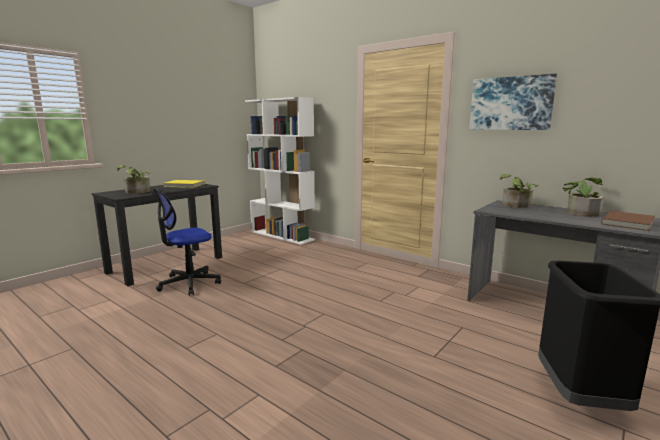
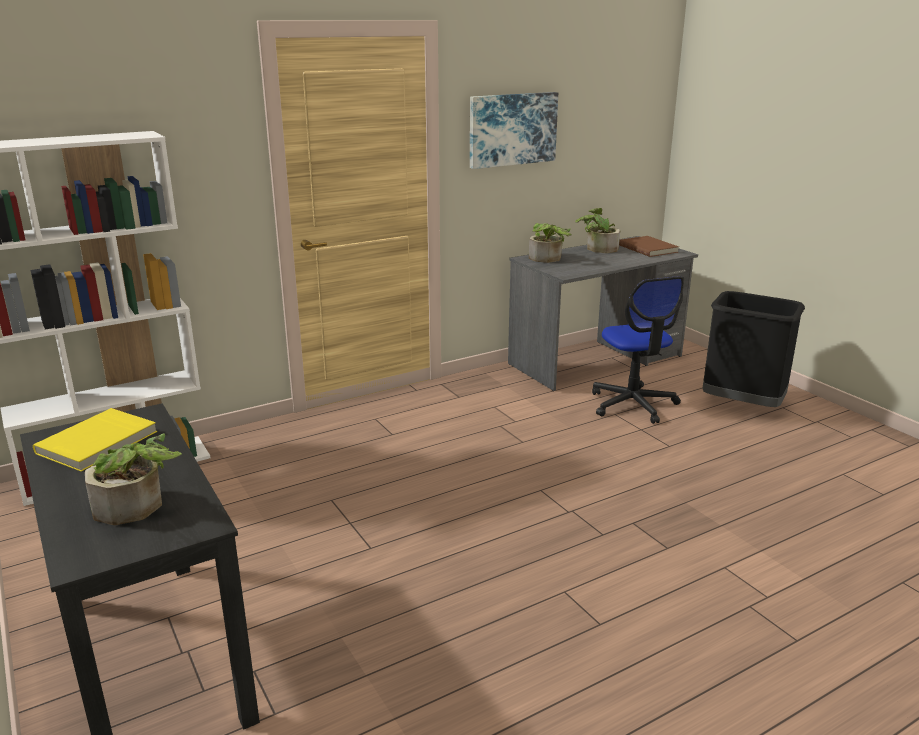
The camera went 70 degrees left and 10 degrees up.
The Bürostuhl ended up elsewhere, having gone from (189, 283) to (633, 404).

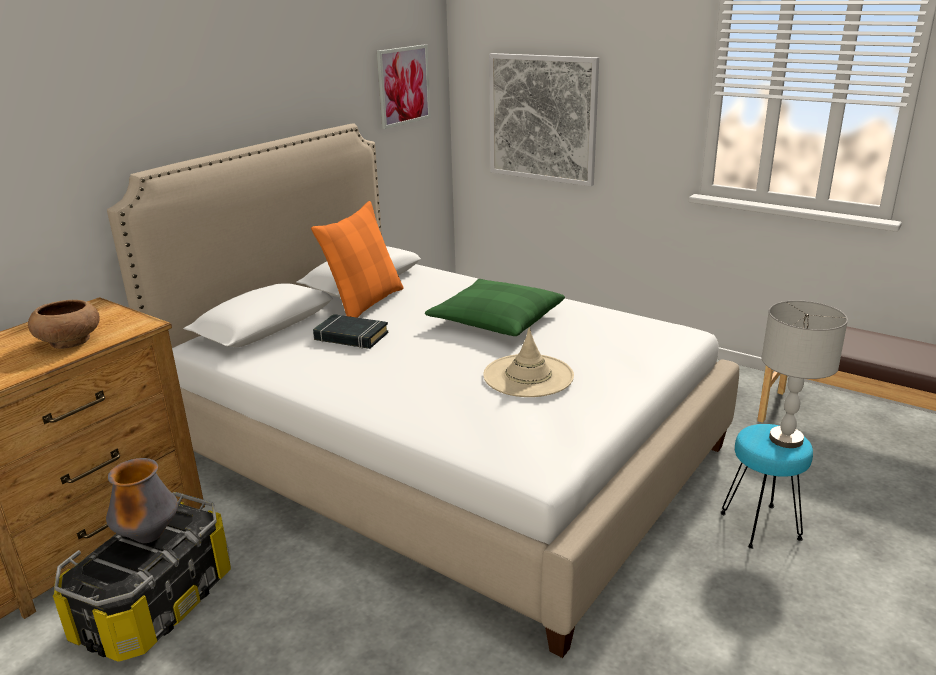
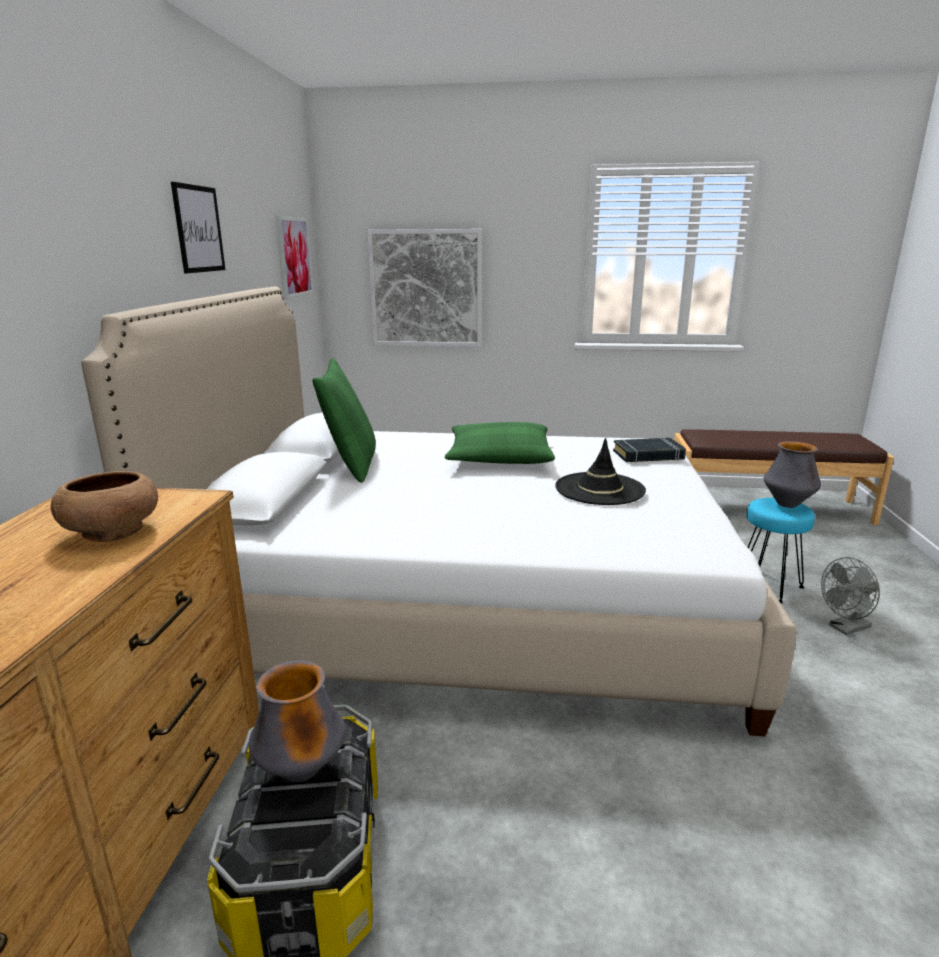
The camera went 30 degrees left and 5 degrees down.
What was the Kissen (orange) at (365, 303) turned into the Kissen (grün) at (352, 465).
Where the Tischlampe (grau) stood at (785, 439), the Vase came to stand at (787, 504).
The Buch (schwarz) ended up elsewhere, having gone from (351, 337) to (648, 455).
What was the Hut (beige) at (528, 376) turned into the Hut (schwarz) at (599, 489).
The second view gained the Bild at (198, 229).
The second view gained the Ventilator (grau) at (845, 628).

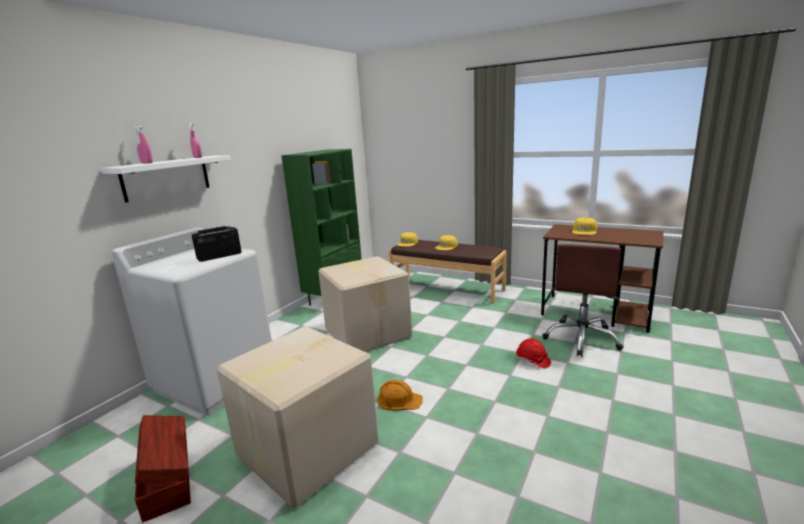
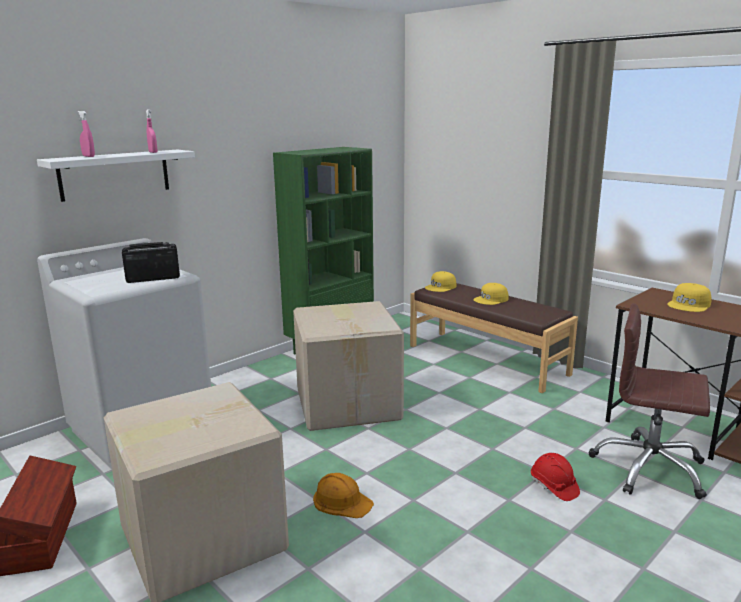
The camera went 15 degrees right and 0 degrees up.
The Bürostuhl (braun) at (582, 338) ended up facing another way, 75 degrees clockwise from before.

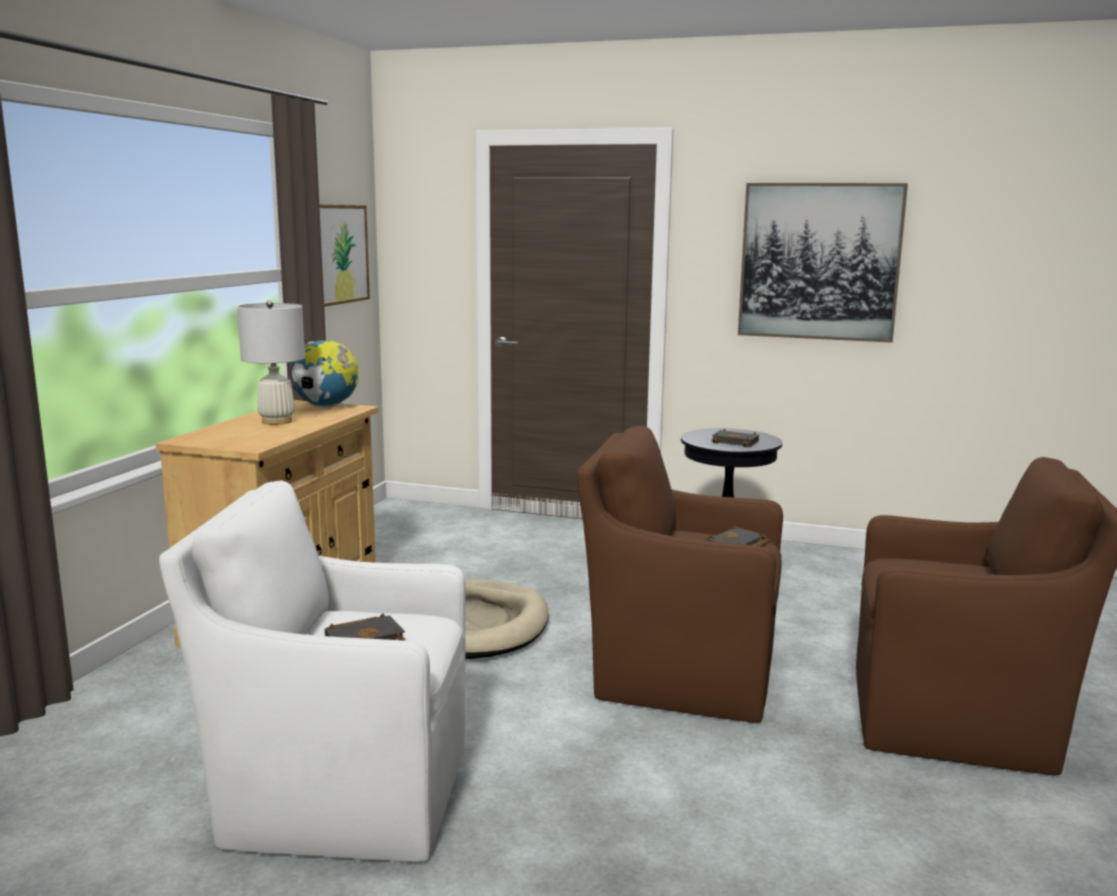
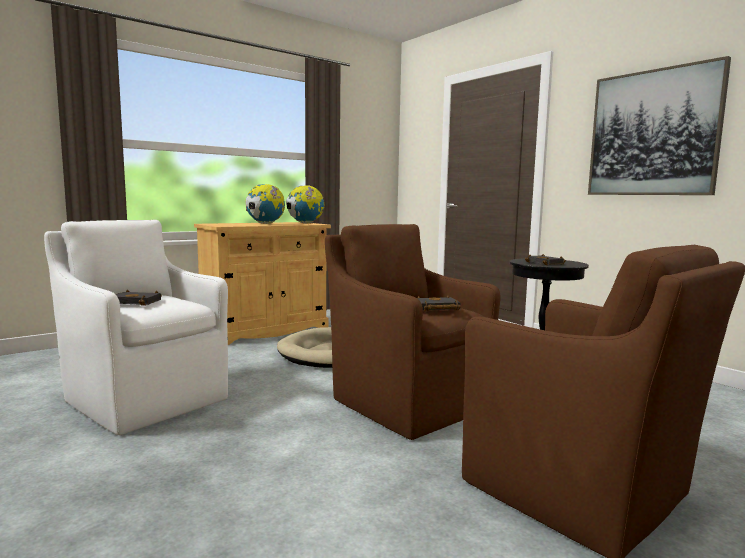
The camera went 35 degrees right and 5 degrees down.
The second view lost the Bild at (339, 254).
Where the Tischlampe (weiß) stood at (276, 421), the Globus came to stand at (265, 223).

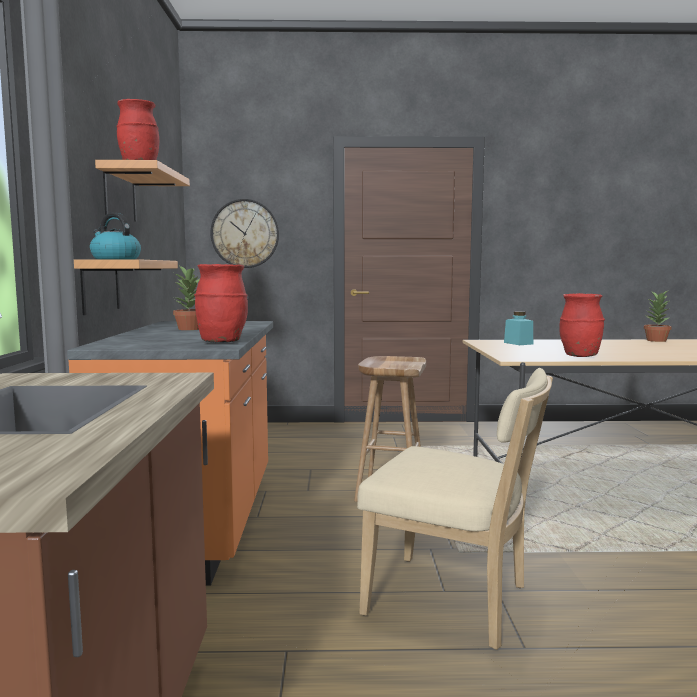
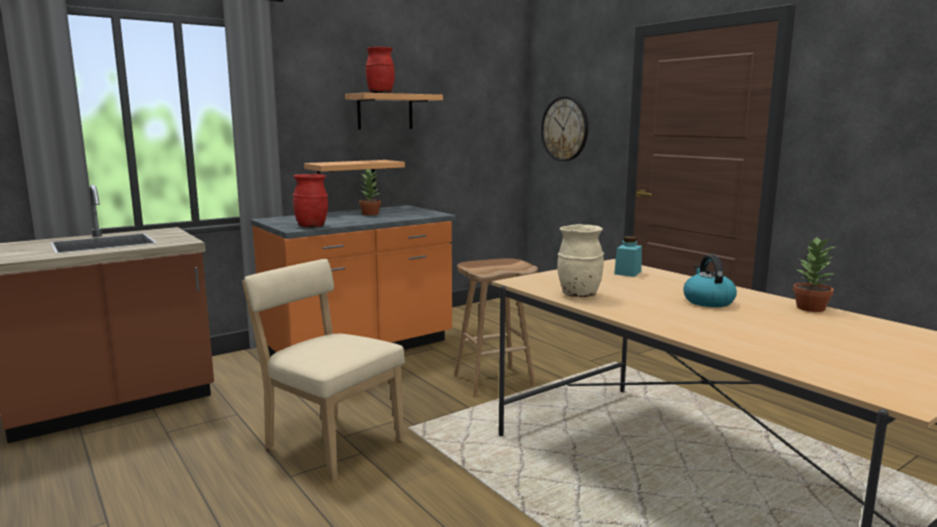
The camera went 55 degrees right and 5 degrees up.
The Wasserkessel ended up elsewhere, having gone from (115, 259) to (707, 301).
What was the Vase (rot) at (580, 356) turned into the Vase (beige) at (578, 295).
The Stuhl (beige) at (454, 602) ended up facing another way, 135 degrees clockwise from before.

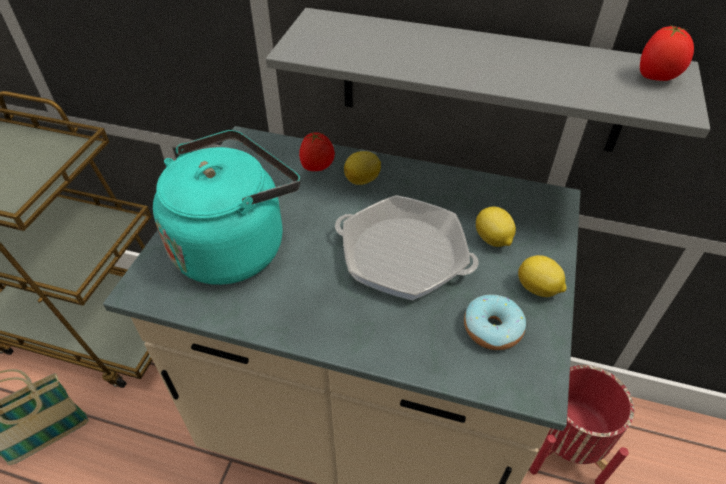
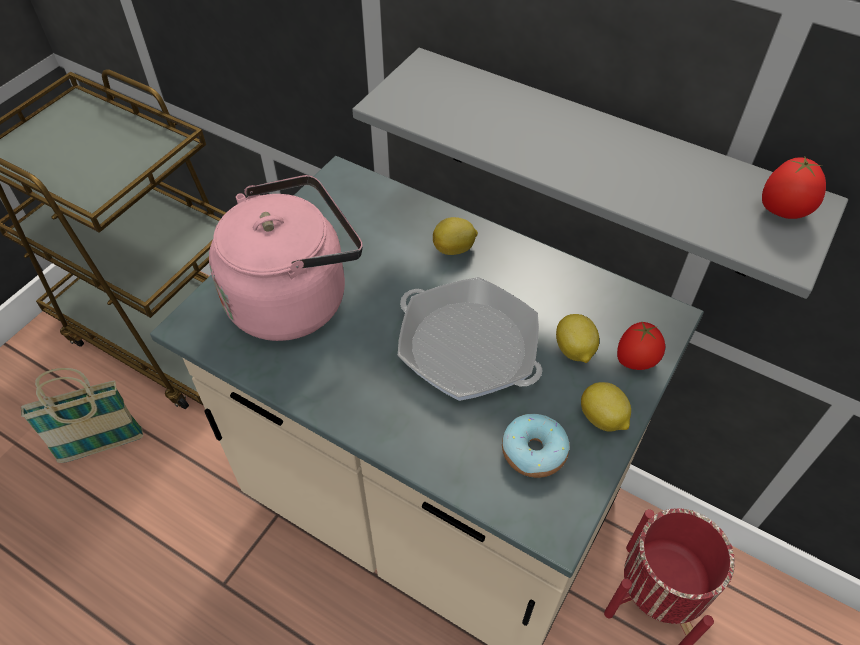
The camera went 15 degrees right and 5 degrees up.
What was the Wasserkessel (türkis) at (234, 244) turned into the Wasserkessel (rosa) at (294, 297).
The Tomate ended up elsewhere, having gone from (317, 168) to (635, 362).

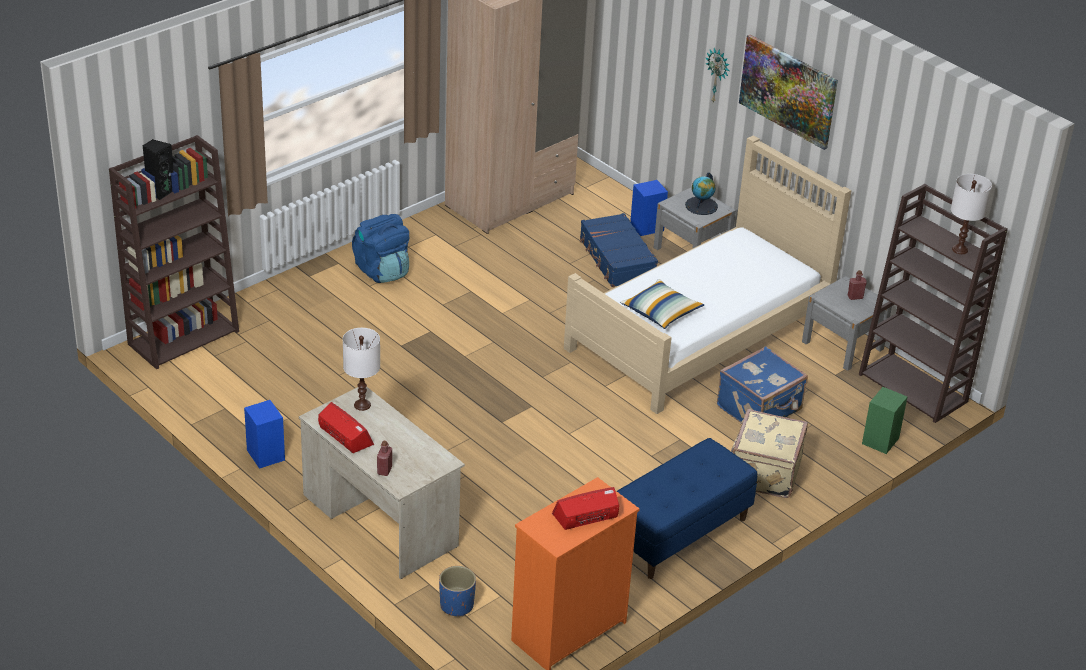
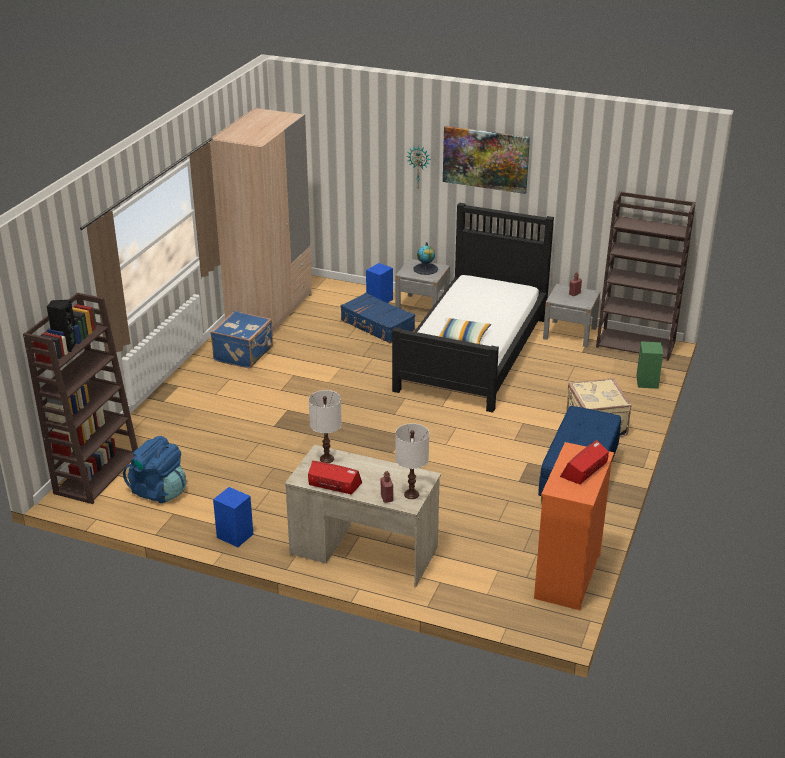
The camera went 25 degrees left and 5 degrees down.
What was the Bett (beige) at (700, 332) turned into the Bett (schwarz) at (473, 353).
The Tischlampe (weiß) ended up elsewhere, having gone from (959, 249) to (411, 494).
The Rucksack (blau) ended up elsewhere, having gone from (382, 271) to (159, 491).
The Koffer (blau) ended up elsewhere, having gone from (760, 409) to (244, 354).
The second view lost the Pflanzkübel (blau) at (457, 605).

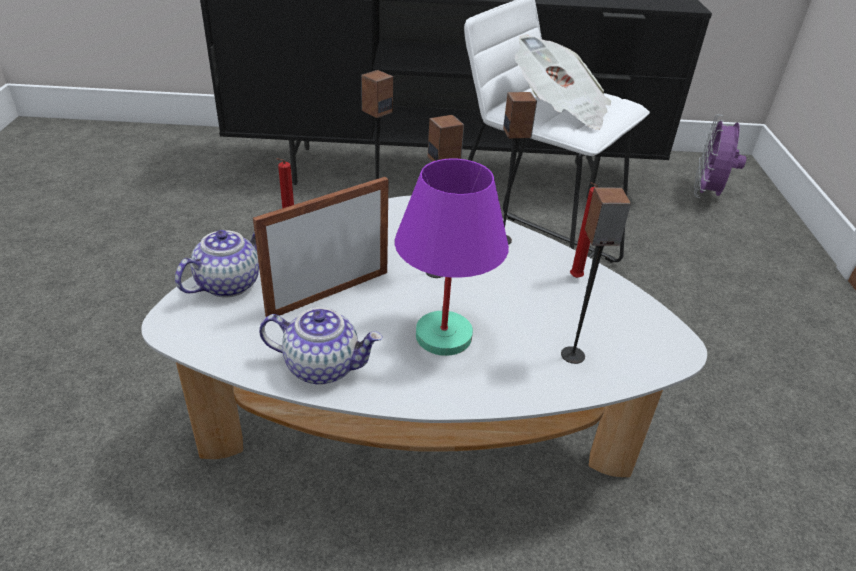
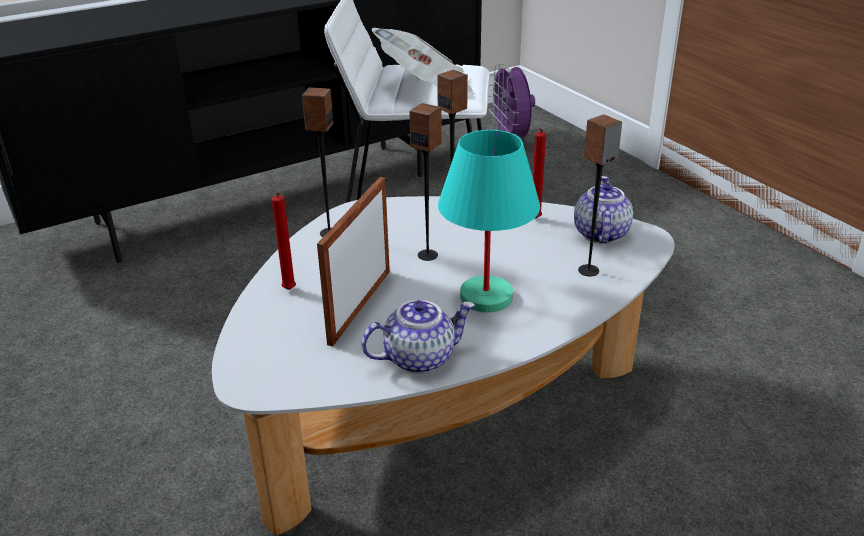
The camera went 30 degrees left and 5 degrees down.
What was the Tischlampe (lila) at (445, 336) turned into the Tischlampe (türkis) at (487, 297).
The Teekanne ended up elsewhere, having gone from (228, 283) to (600, 233).

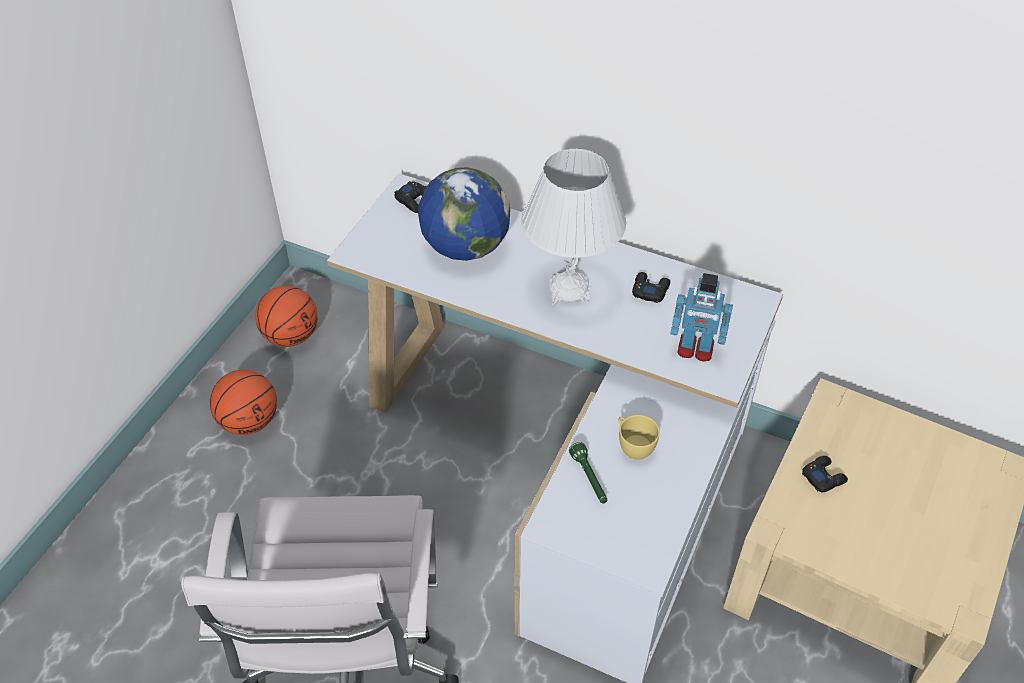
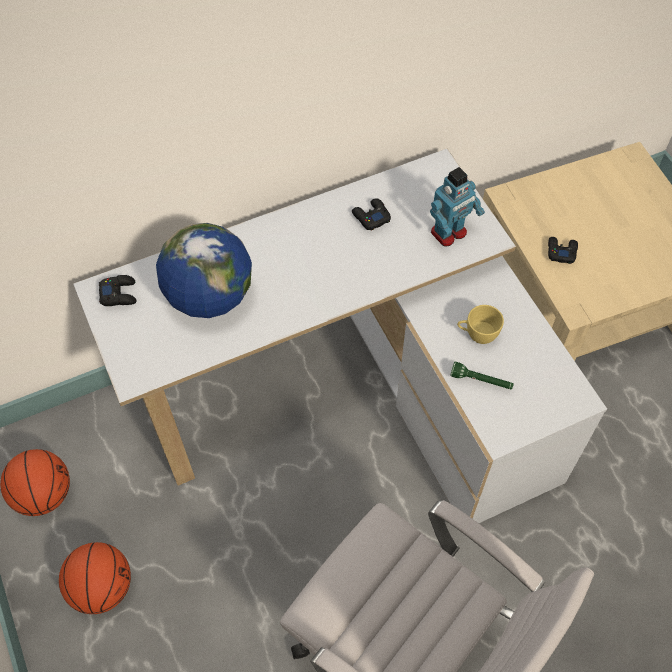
The camera went 50 degrees left and 10 degrees up.
The second view lost the Tischlampe (weiß) at (569, 290).

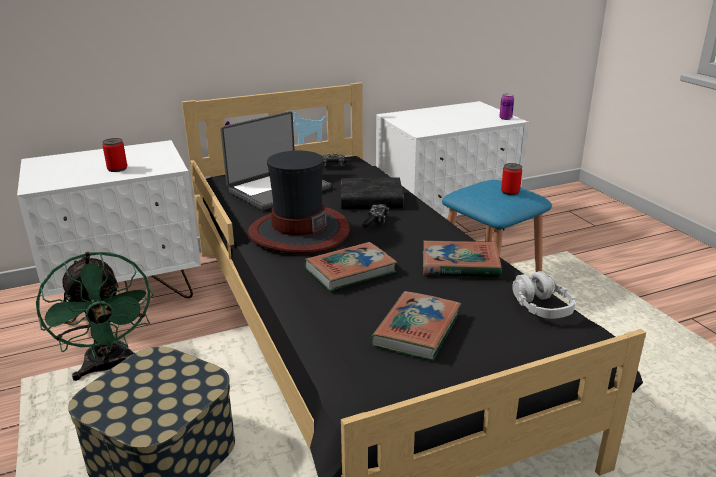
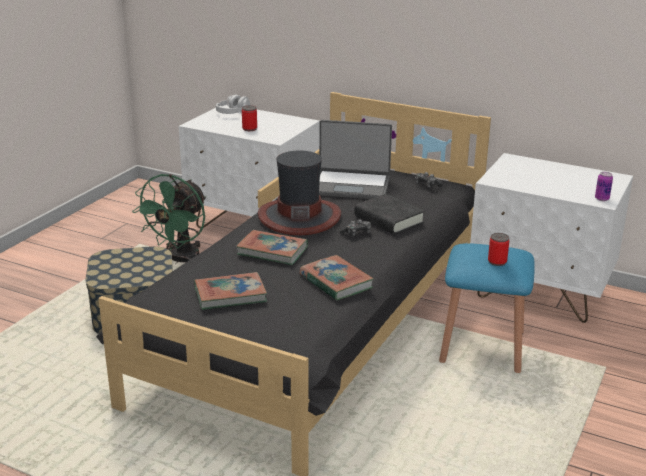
The camera went 50 degrees right and 0 degrees up.
The Kopfhörer (grau) ended up elsewhere, having gone from (541, 307) to (233, 112).

